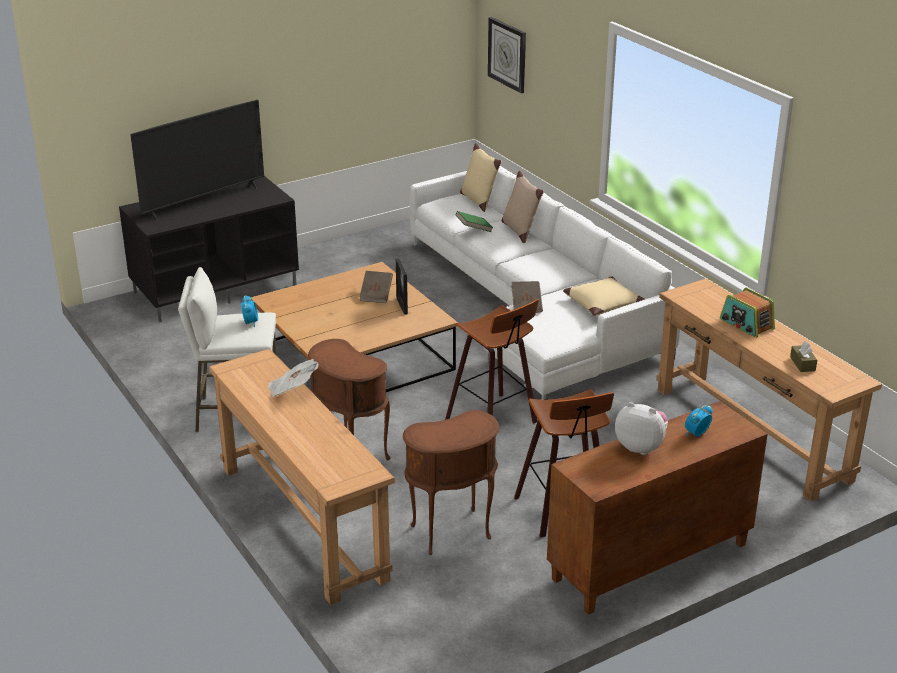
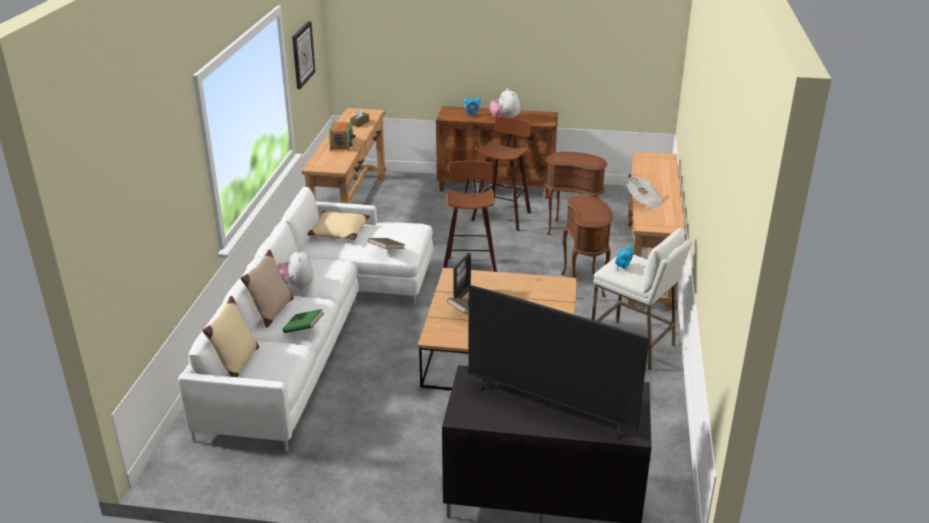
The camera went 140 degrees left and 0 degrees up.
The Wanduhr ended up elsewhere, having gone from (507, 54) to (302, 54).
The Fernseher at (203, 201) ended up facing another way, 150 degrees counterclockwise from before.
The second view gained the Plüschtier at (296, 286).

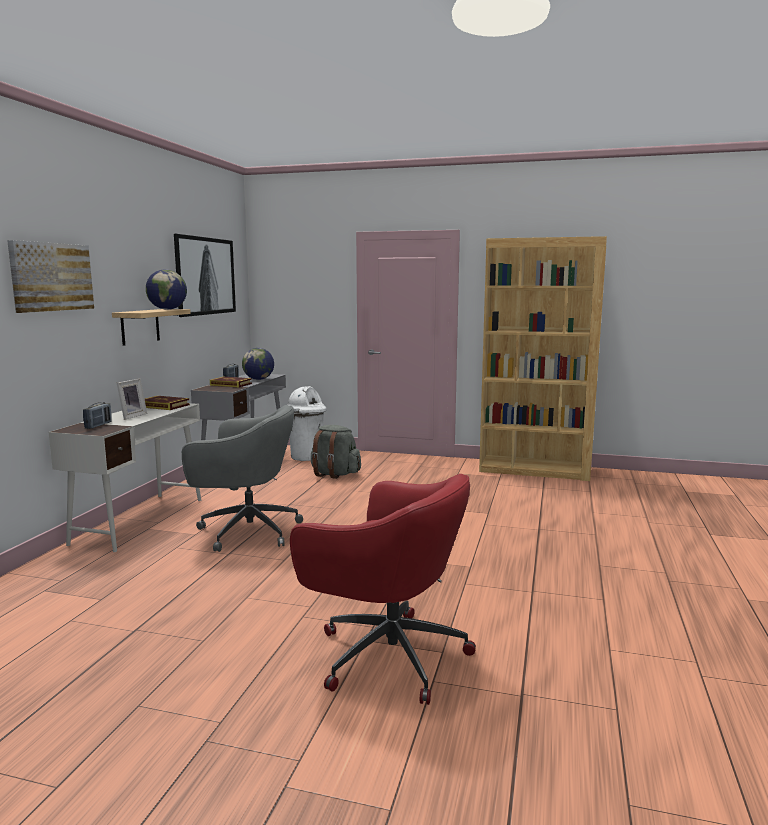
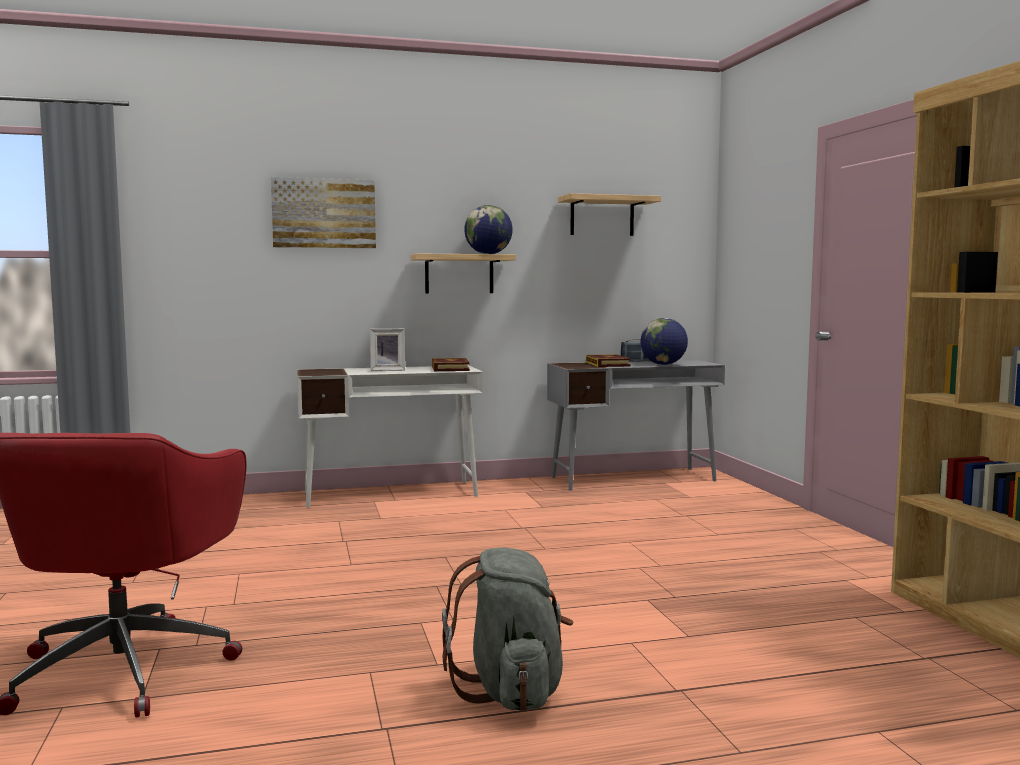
The camera went 60 degrees right and 5 degrees down.
Where the Bild hung at (205, 276), the Wandregal came to hang at (602, 216).
The second view lost the Mülleimer (weiß) at (307, 457).
The second view lost the Radio at (98, 425).
The second view lost the Bürostuhl (grau) at (246, 531).
The Rucksack (grau) ended up elsewhere, having gone from (334, 474) to (511, 690).

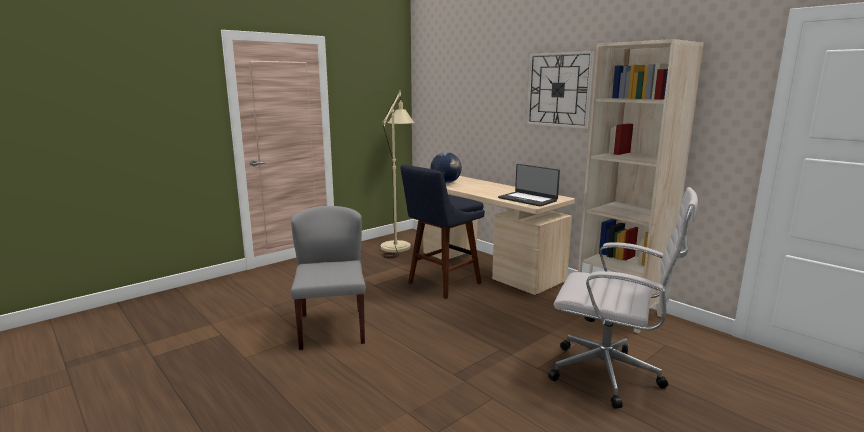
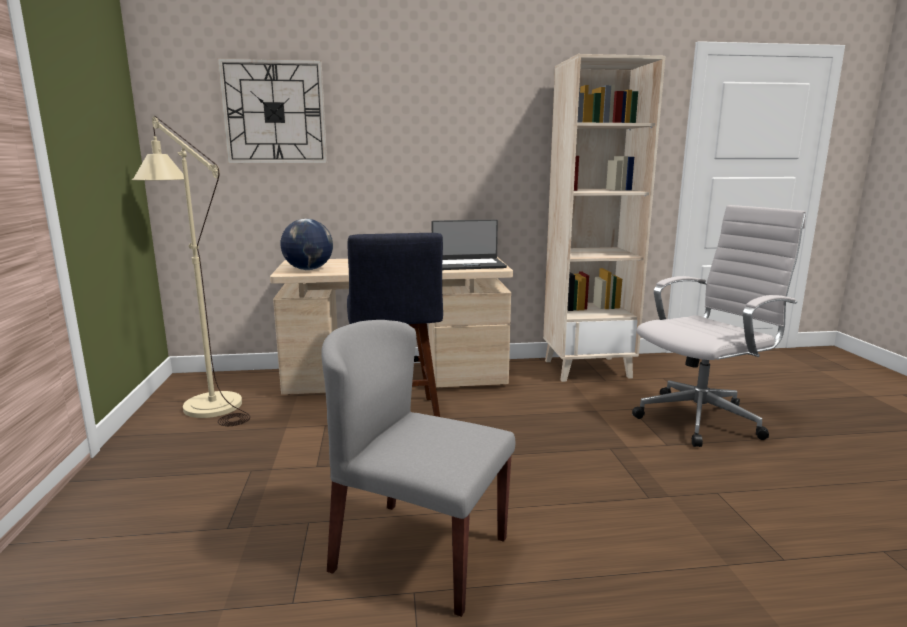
The camera went 55 degrees left and 0 degrees up.
The Wanduhr ended up elsewhere, having gone from (558, 89) to (274, 112).

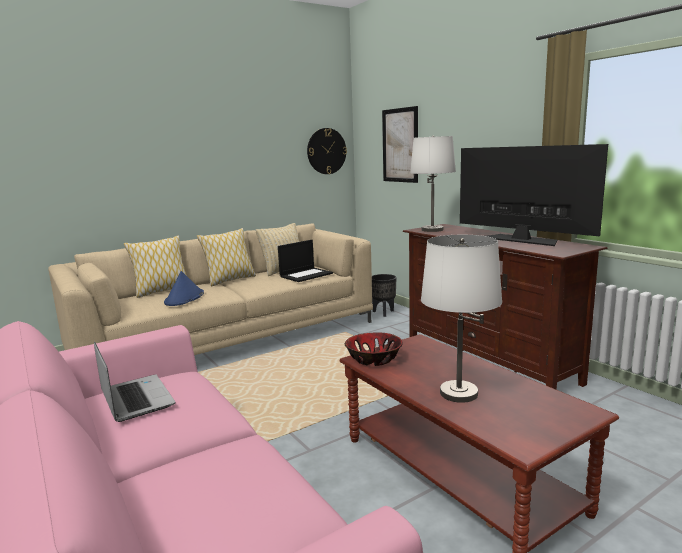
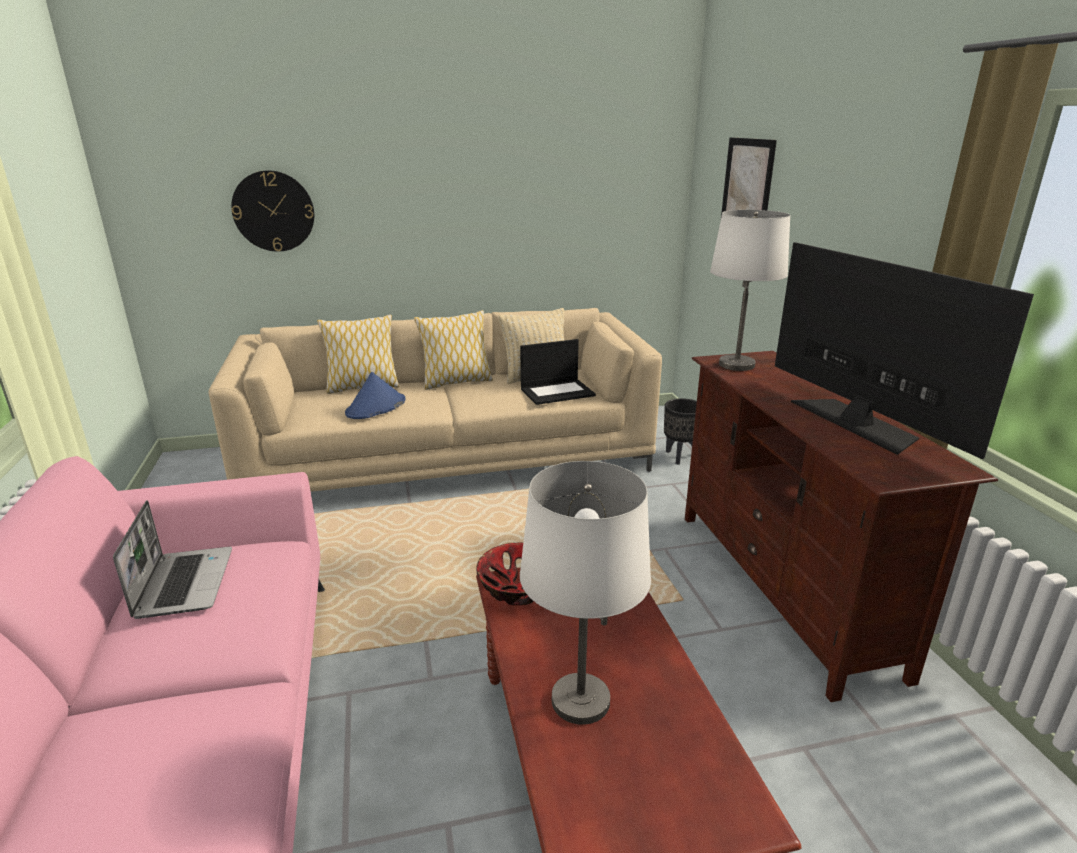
The camera went 20 degrees right and 10 degrees up.
The Wanduhr ended up elsewhere, having gone from (326, 151) to (273, 211).

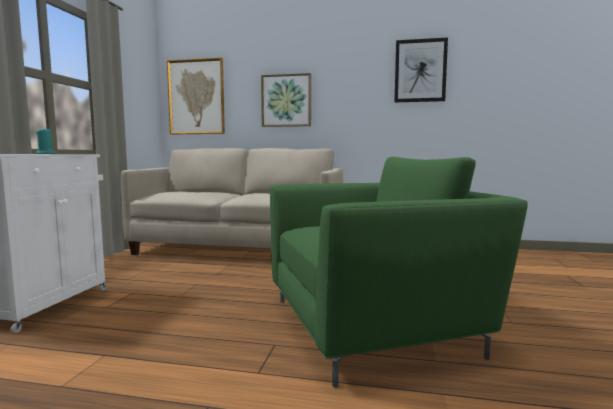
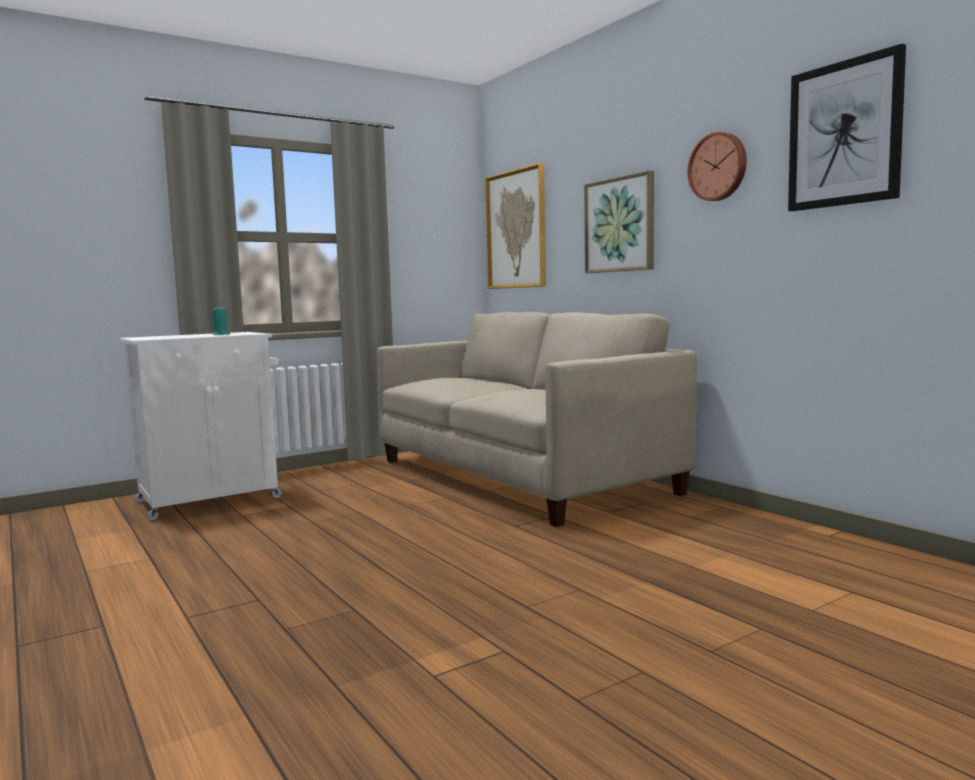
The camera went 45 degrees right and 0 degrees up.
The second view lost the Sessel (grün) at (374, 325).
The second view gained the Wanduhr at (718, 167).

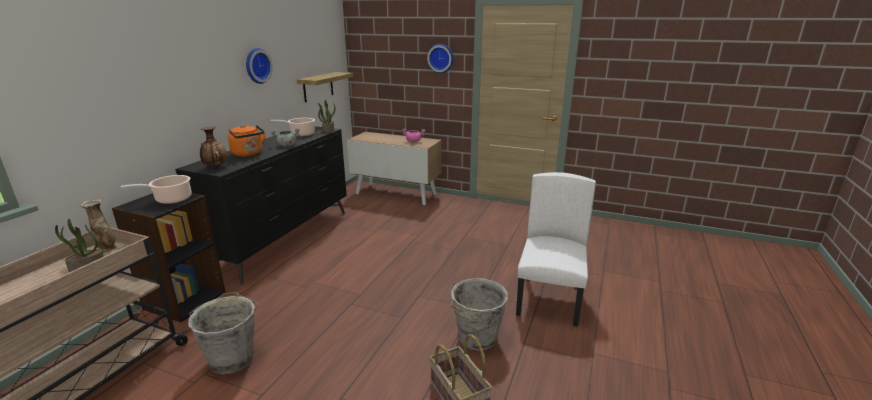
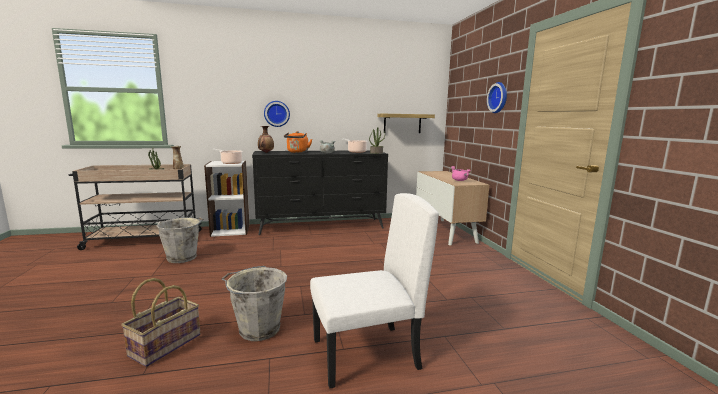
The camera went 55 degrees right and 10 degrees down.
The Wanduhr ended up elsewhere, having gone from (256, 66) to (277, 113).
What was the Bücherregal (schwarz) at (184, 300) turned into the Bücherregal (weiß) at (230, 230).

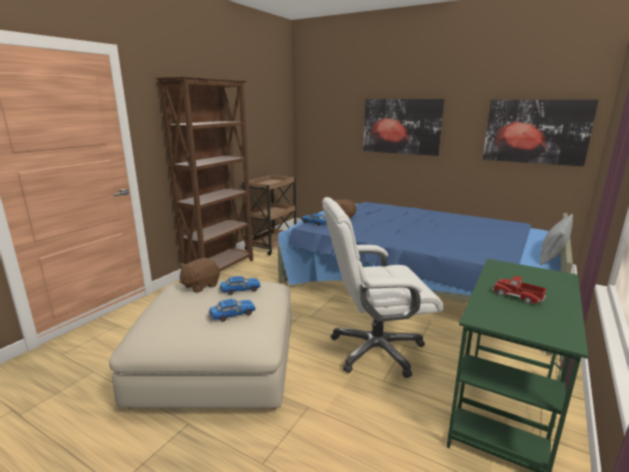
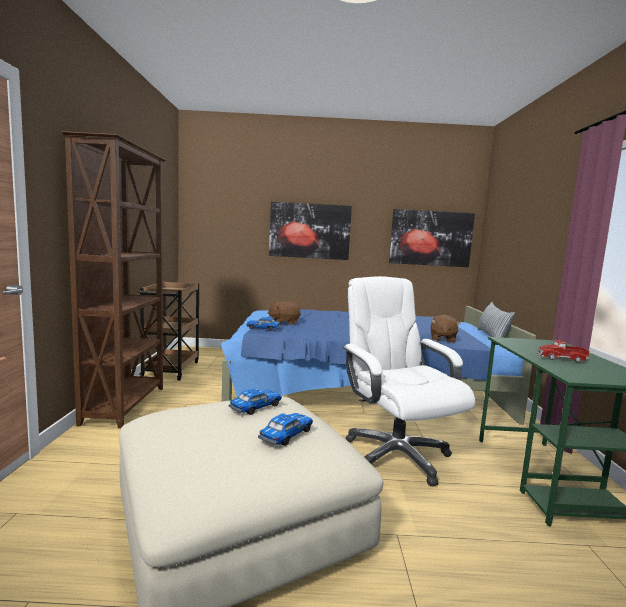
The camera went 30 degrees left and 10 degrees down.
The Bürostuhl (weiß) at (375, 350) ended up facing another way, 105 degrees clockwise from before.
The Plüschtier (braun) ended up elsewhere, having gone from (200, 286) to (442, 339).

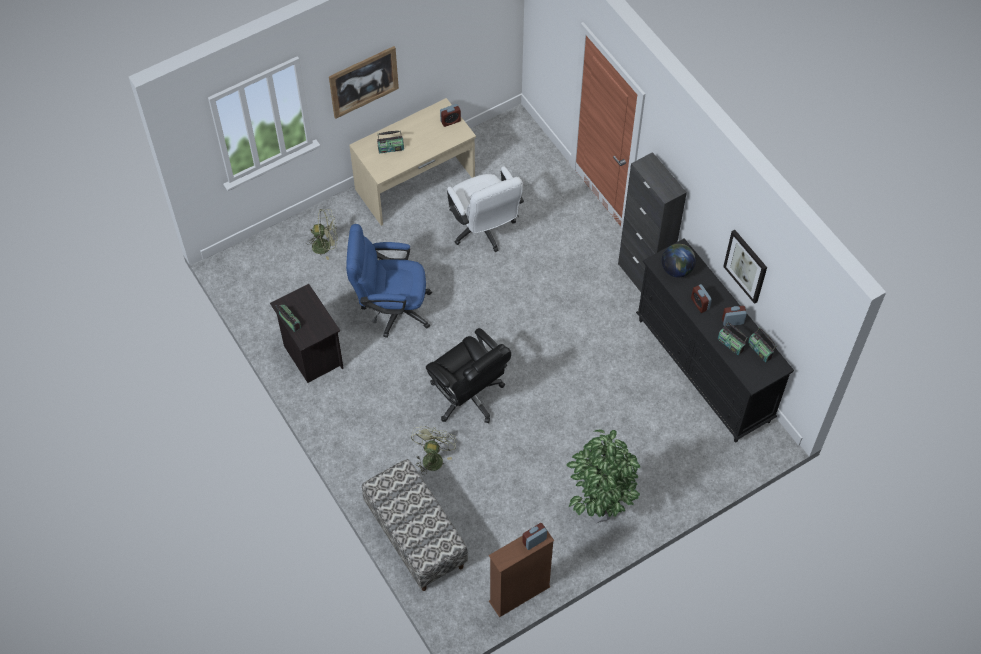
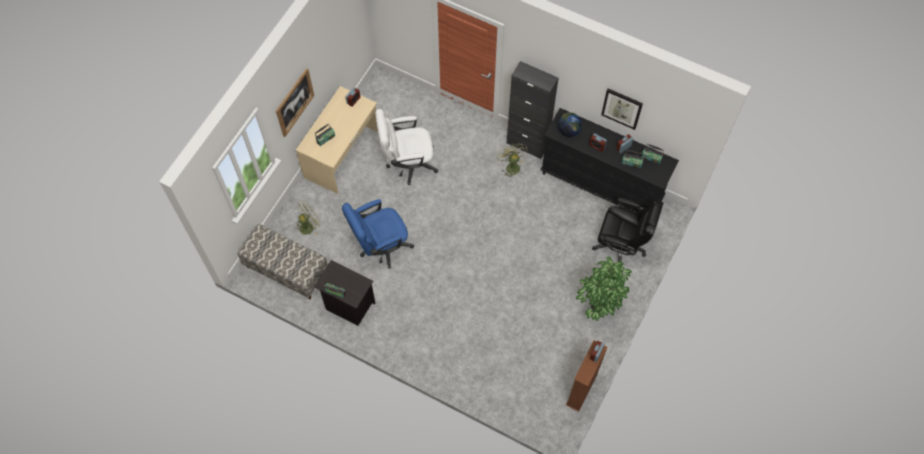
The camera went 30 degrees left and 5 degrees up.
The Bürostuhl (weiß) at (484, 230) ended up facing another way, 135 degrees clockwise from before.
The Bürostuhl (schwarz) ended up elsewhere, having gone from (468, 396) to (621, 245).
The Ventilator (grün) ended up elsewhere, having gone from (433, 457) to (511, 166).
The Bank ended up elsewhere, having gone from (415, 536) to (286, 270).

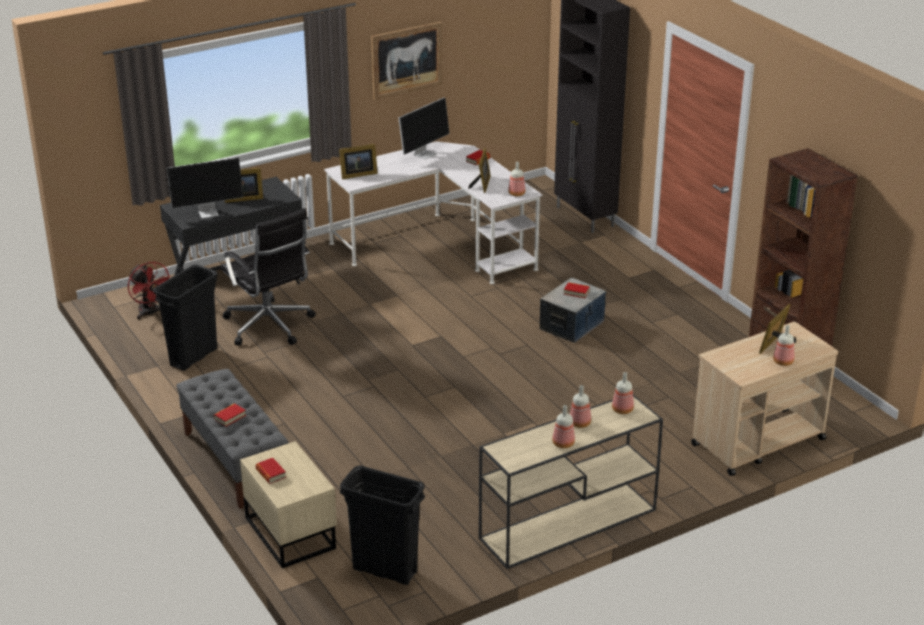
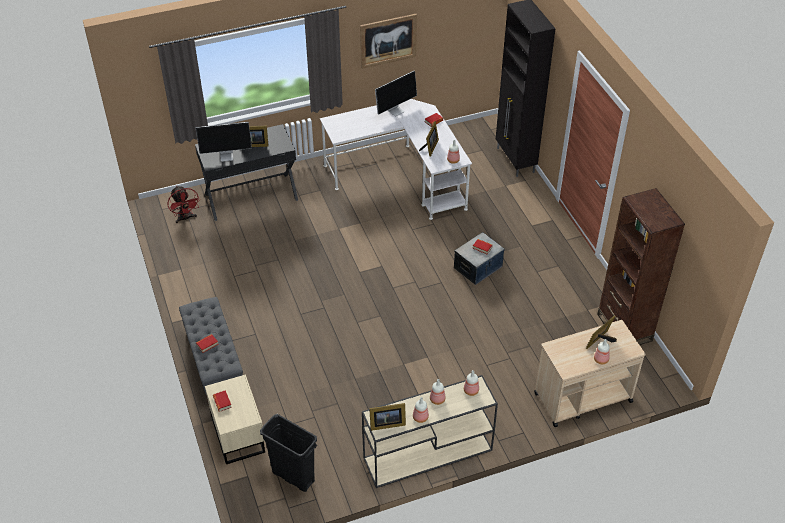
The camera went 10 degrees right and 15 degrees up.
The Bilderrahmen ended up elsewhere, having gone from (357, 174) to (386, 424).
The second view lost the Bürostuhl (schwarz) at (269, 326).
The second view lost the Mülleimer (schwarz) at (194, 357).

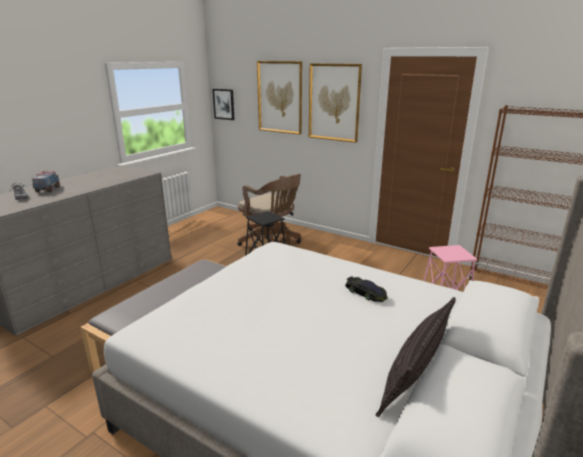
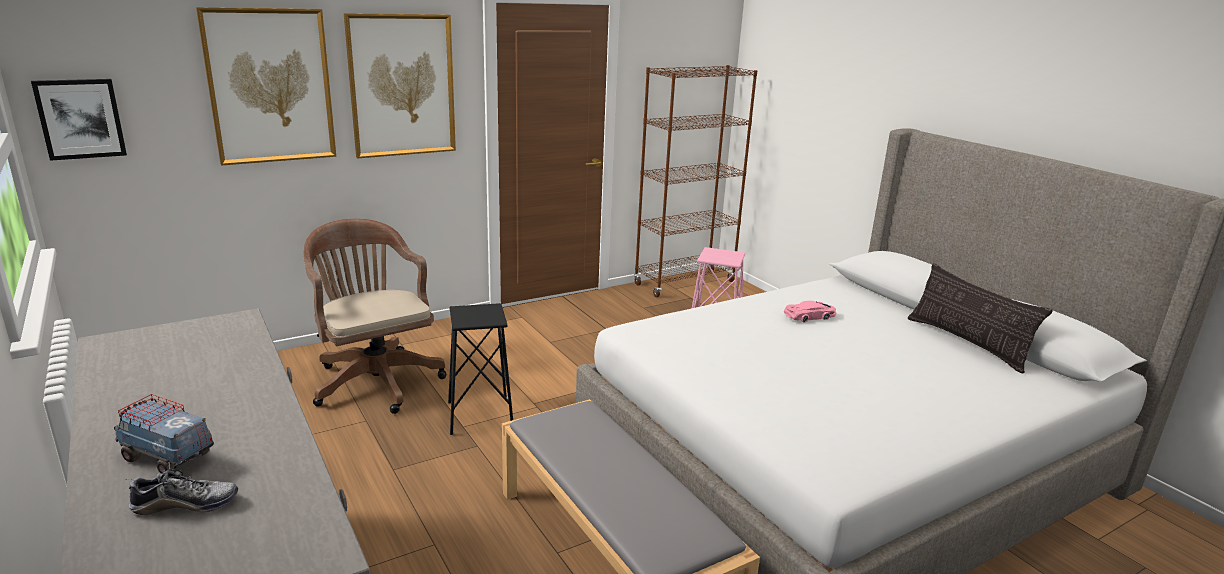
The camera went 65 degrees left and 0 degrees up.
The Bürostuhl (braun) at (271, 241) ended up facing another way, 105 degrees counterclockwise from before.
What was the Spielzeugauto (schwarz) at (366, 293) turned into the Spielzeugauto (rosa) at (810, 316).

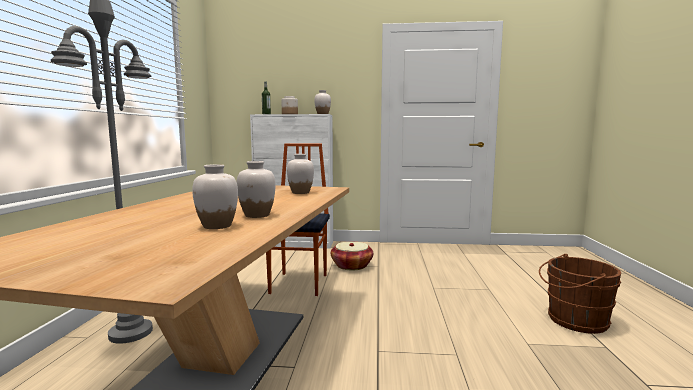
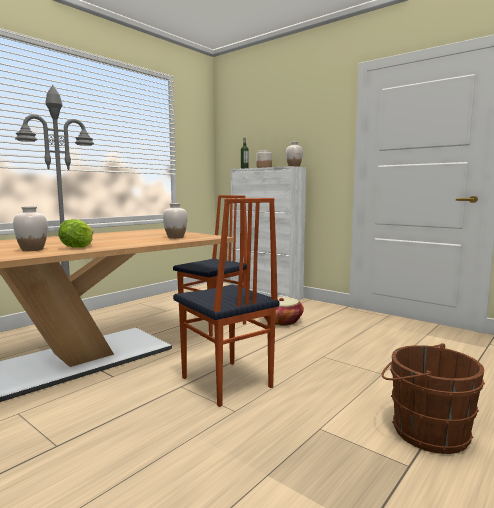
The camera went 35 degrees right and 0 degrees up.
Where the Vase (weiß) stood at (257, 215), the Salatkopf came to stand at (77, 247).
The second view gained the Stuhl at (225, 383).

